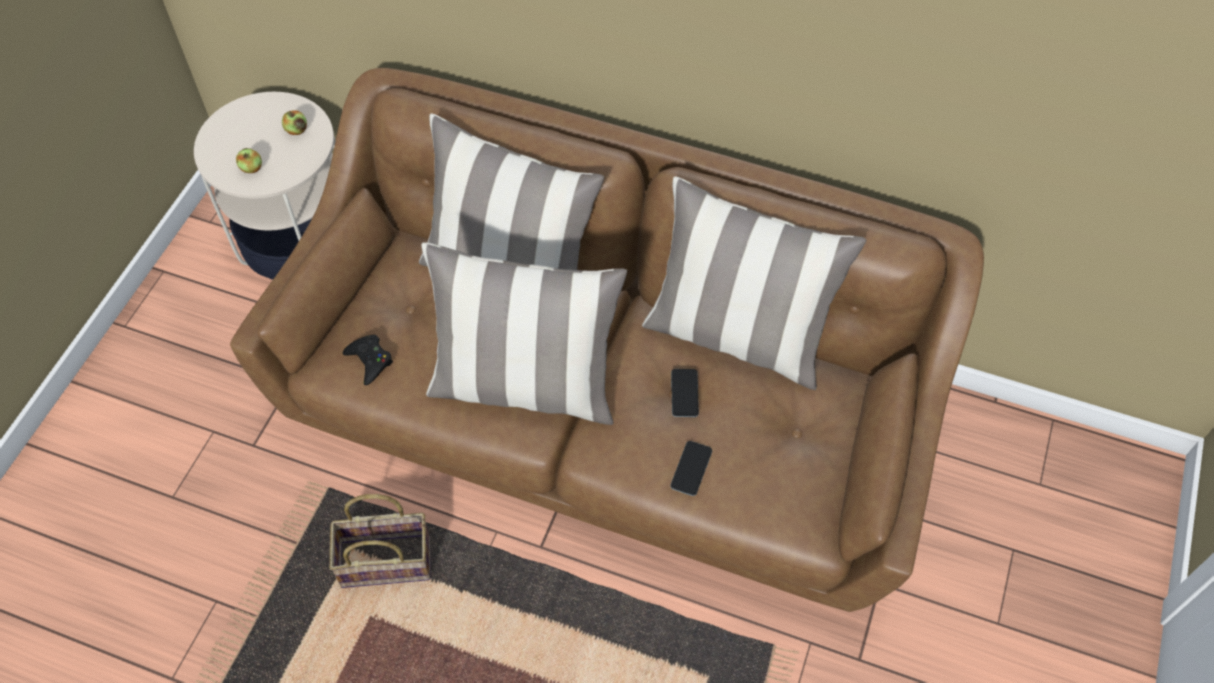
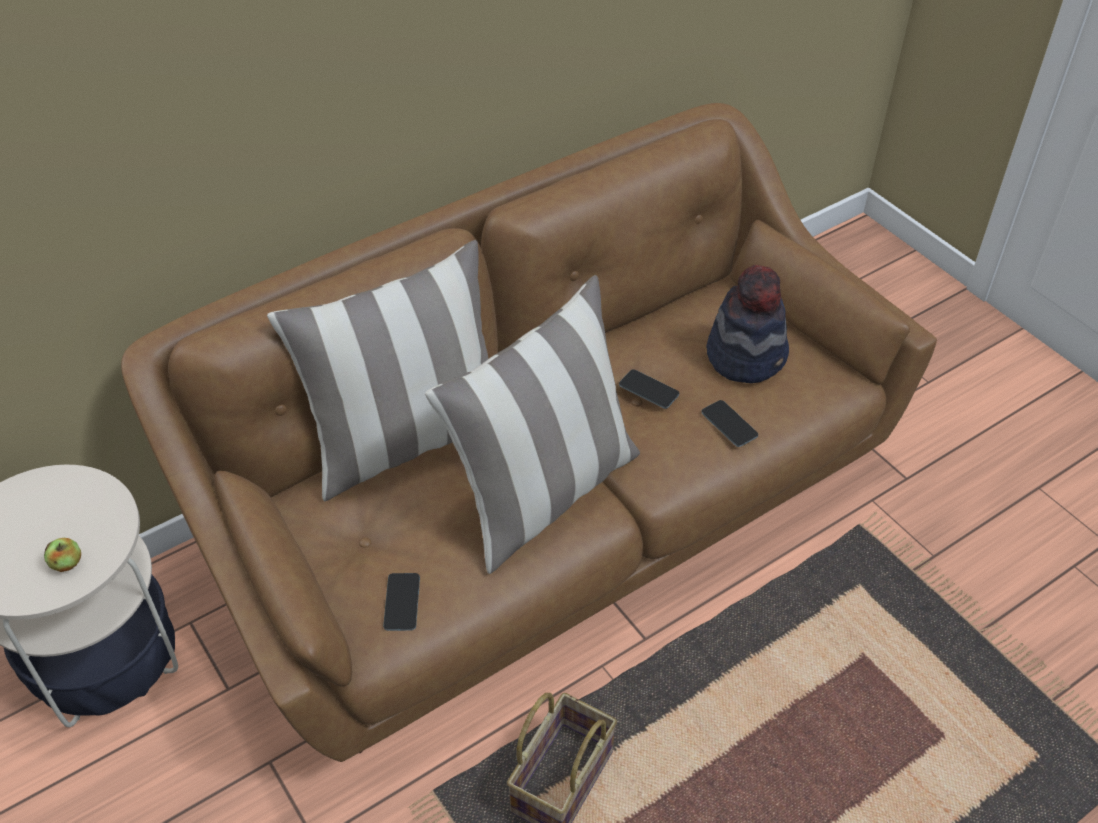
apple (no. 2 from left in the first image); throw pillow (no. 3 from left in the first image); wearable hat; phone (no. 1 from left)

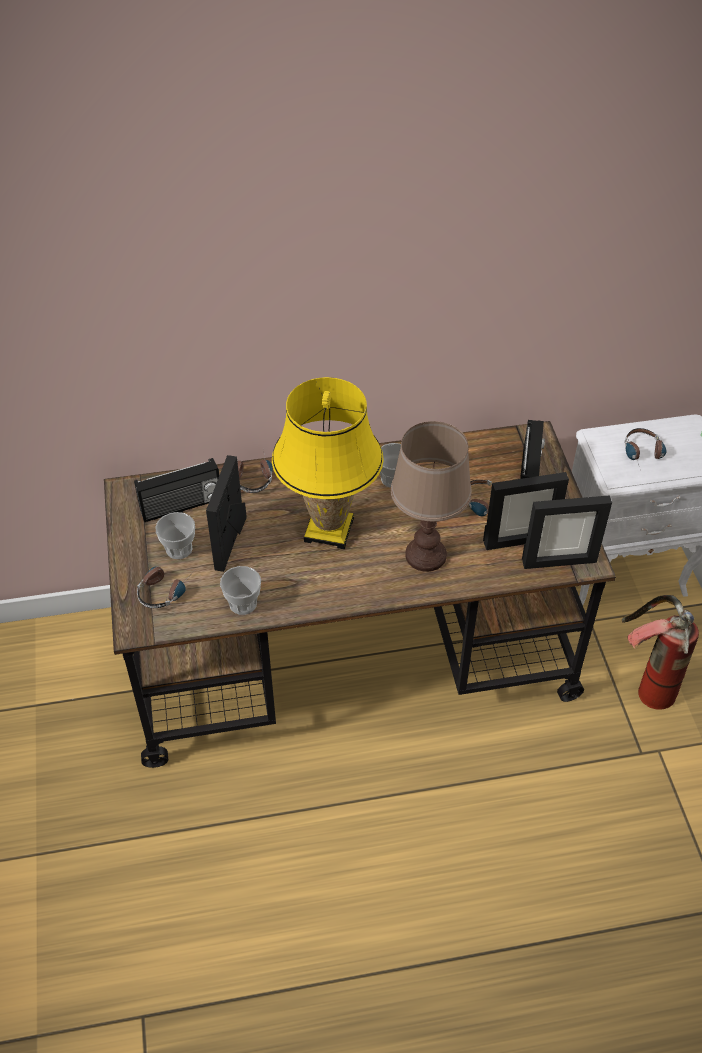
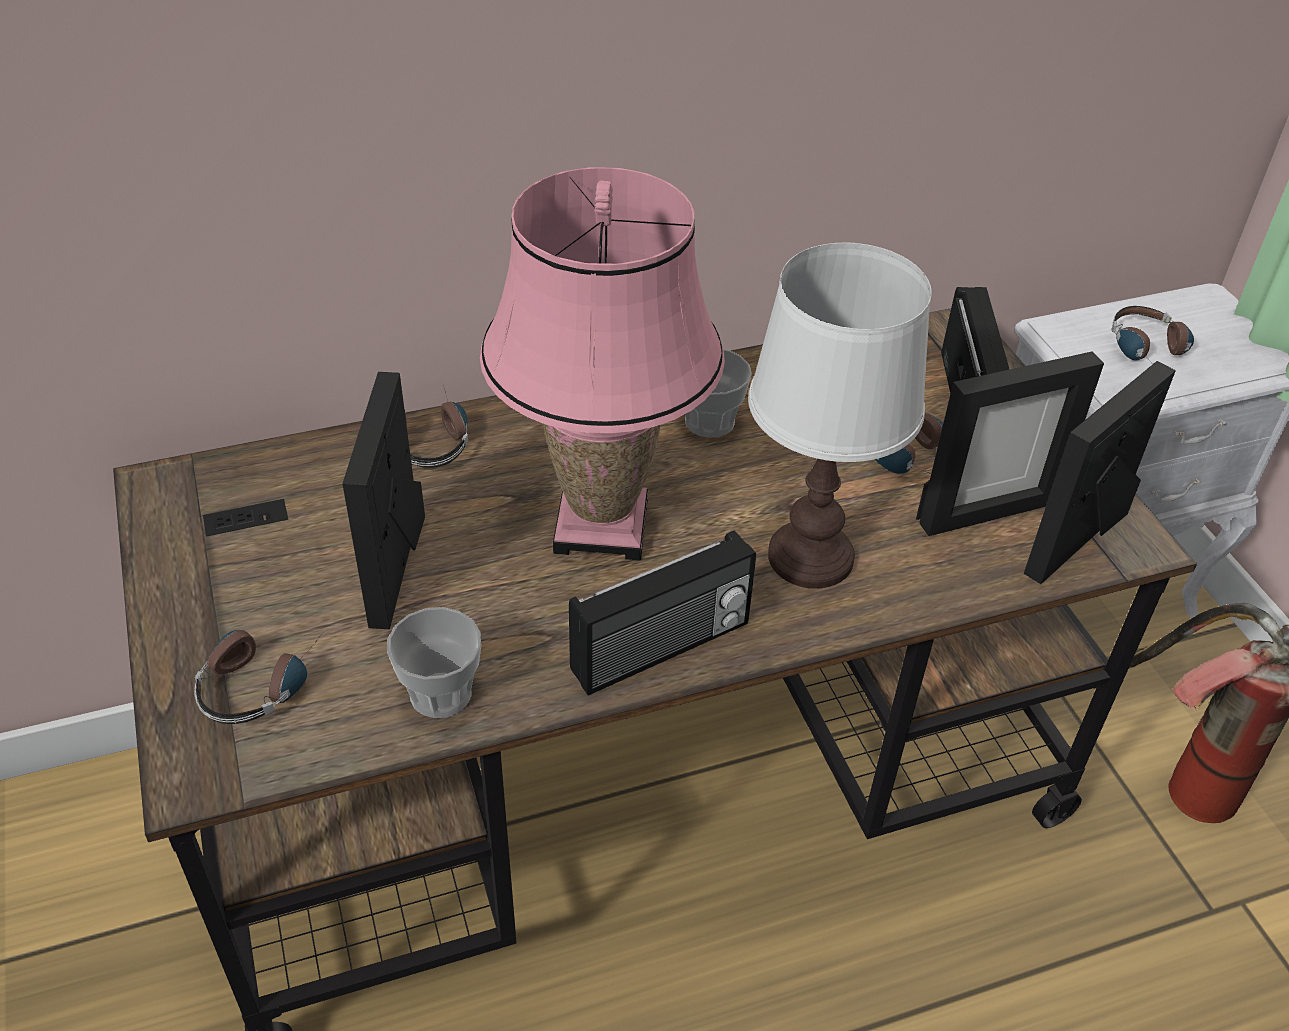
cup (no. 1 from left in the first image); radio receiver (no. 1 from left); pink tabletop lamp; white-coloured tabletop lamp; photo frame (no. 3 from left)

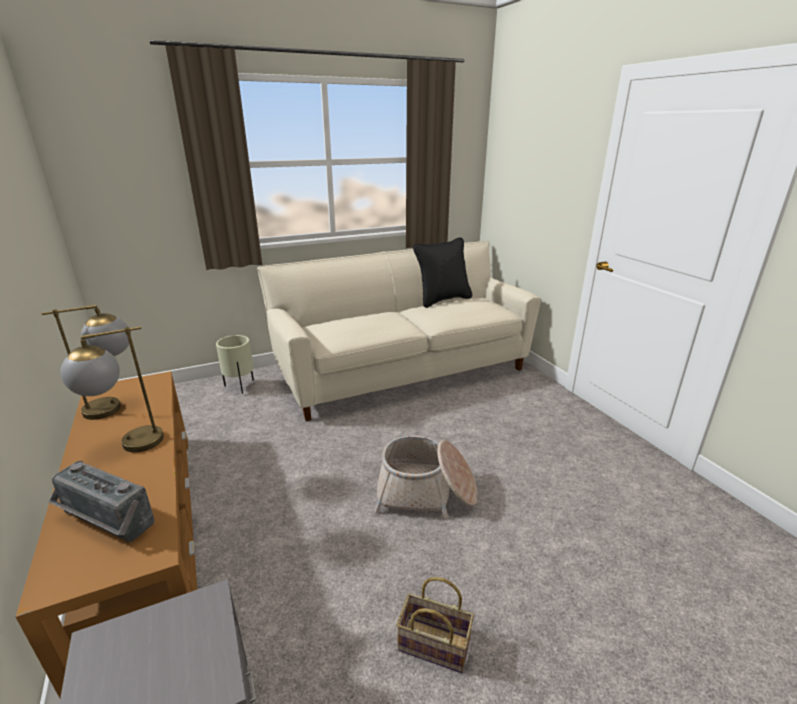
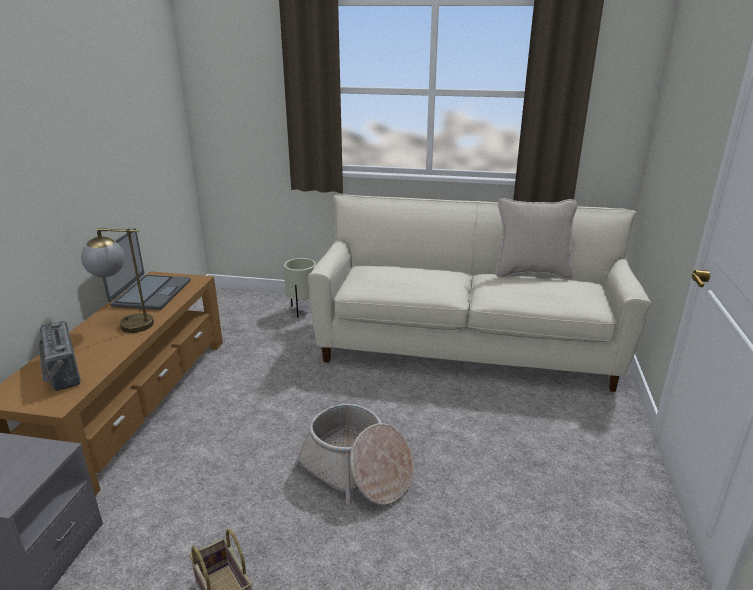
portable computer; sand-coloured throw pillow

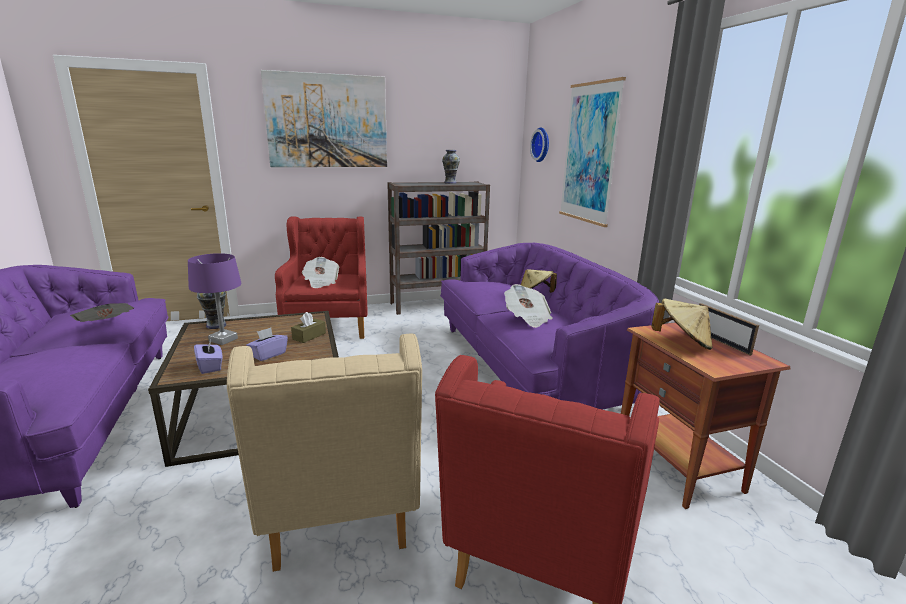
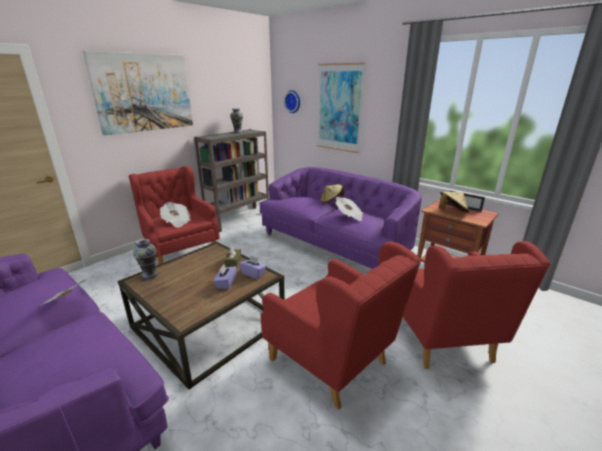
purple tabletop lamp; purple box of tissues (no. 2 from left); reddish lounge chair (no. 2 from left)

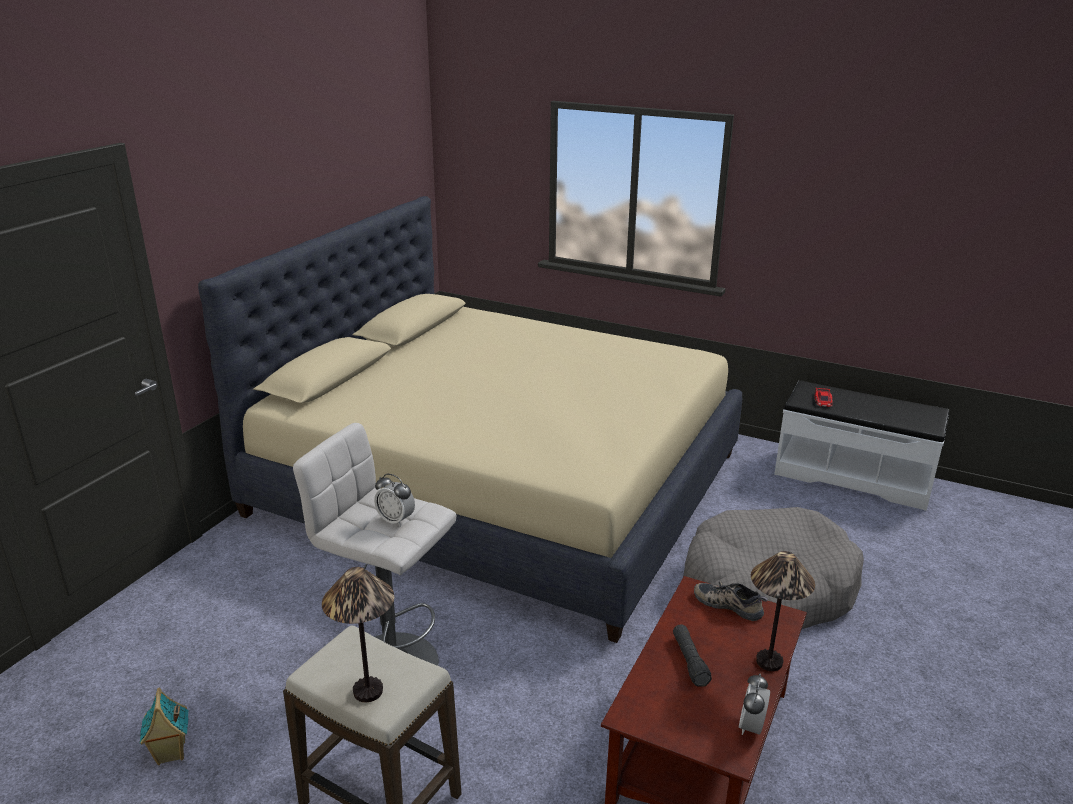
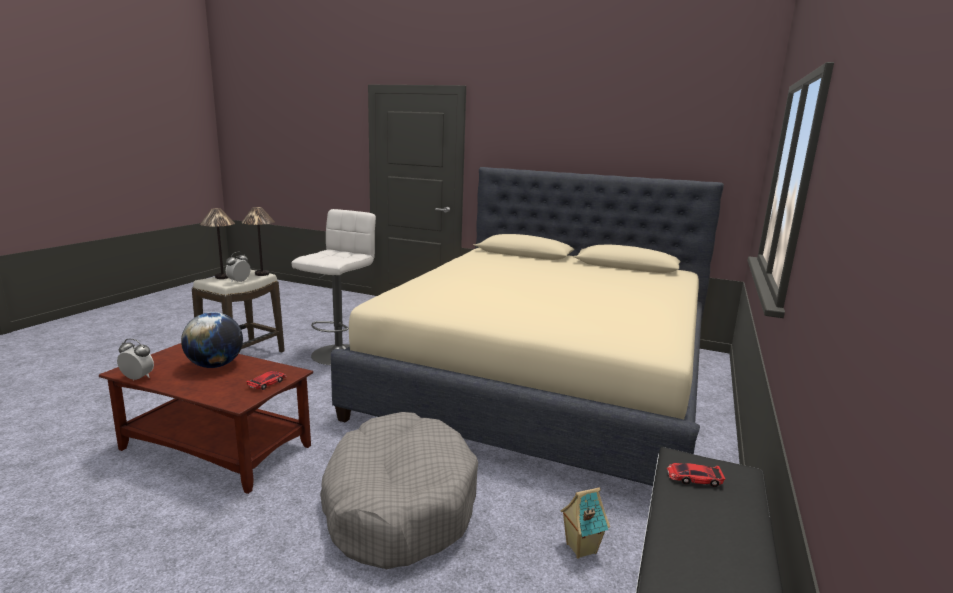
toy house; alarm clock (no. 2 from left); tabletop lamp (no. 2 from left); globe; toy car (no. 1 from left)

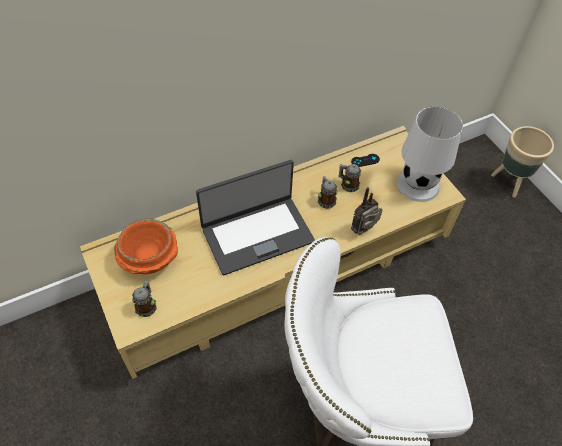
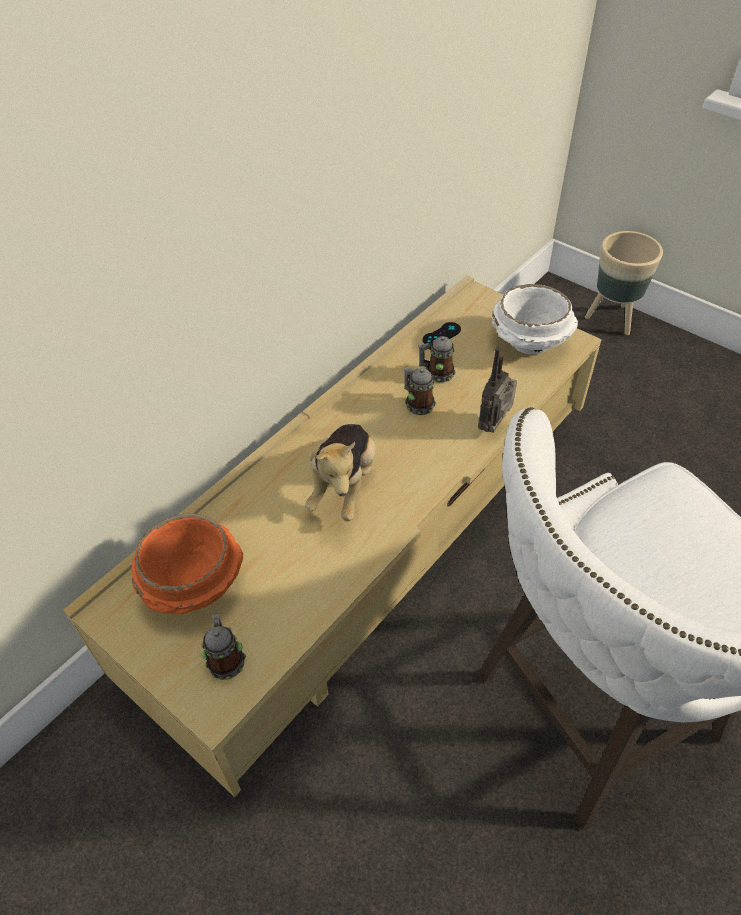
soft toy; white-coloured deep dish

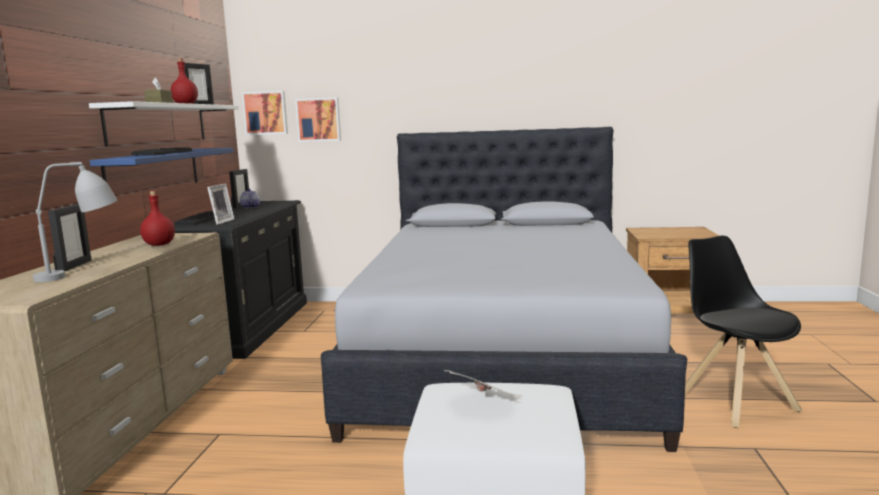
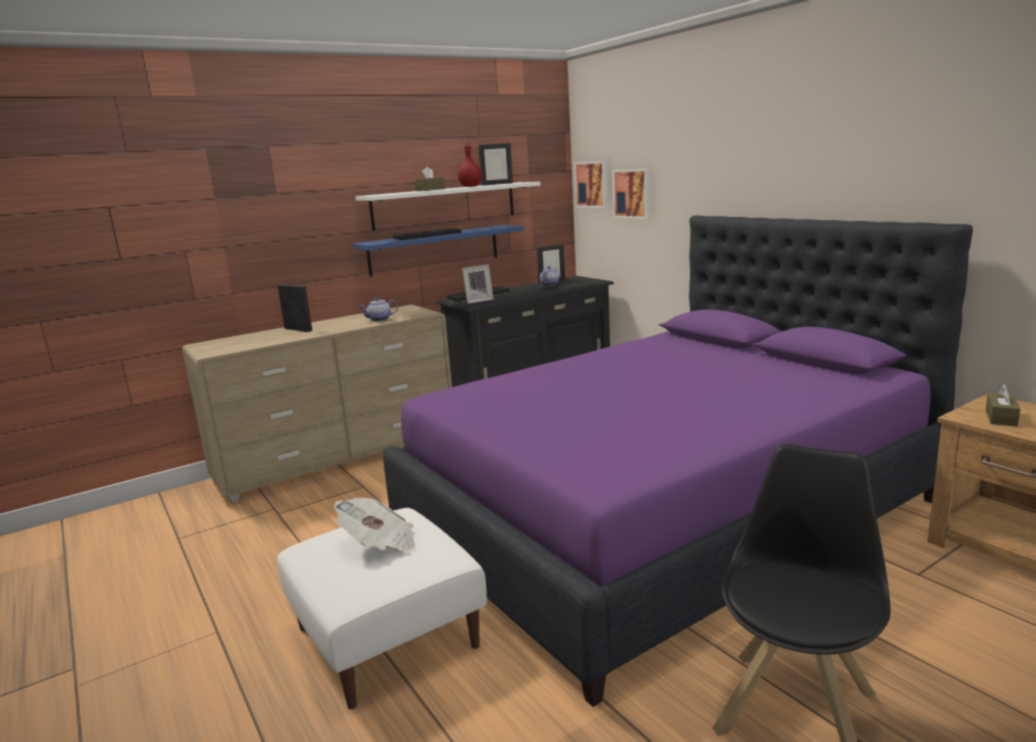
gray tabletop lamp; brown-coloured box of tissues (no. 2 from left); teapot (no. 1 from left); purple bedroom bed; photo frame (no. 1 from left)

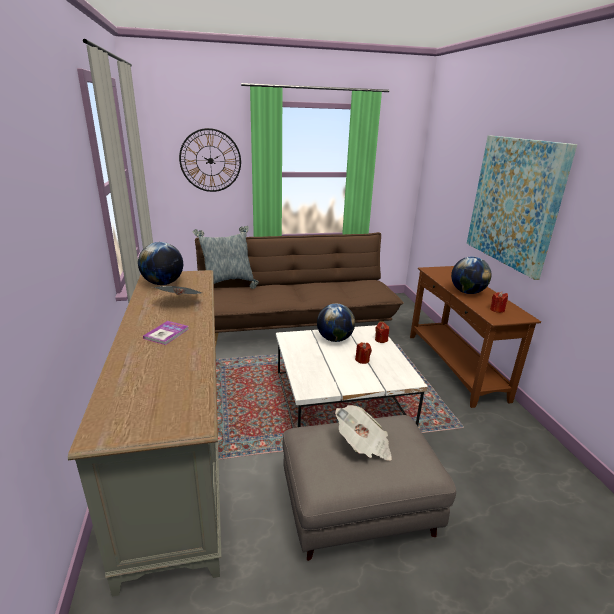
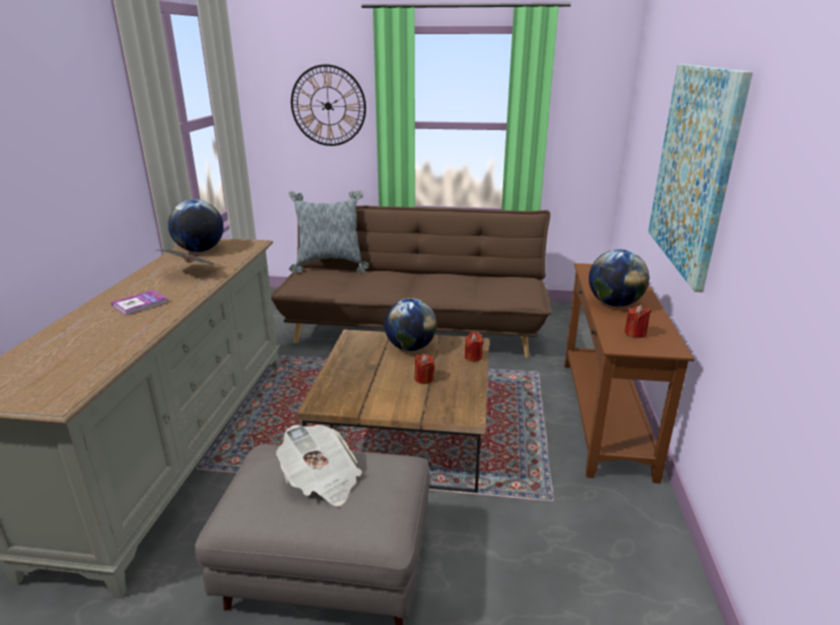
brown-coloured coffee table

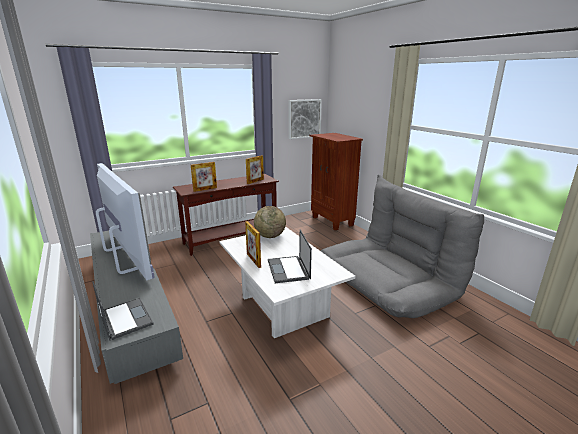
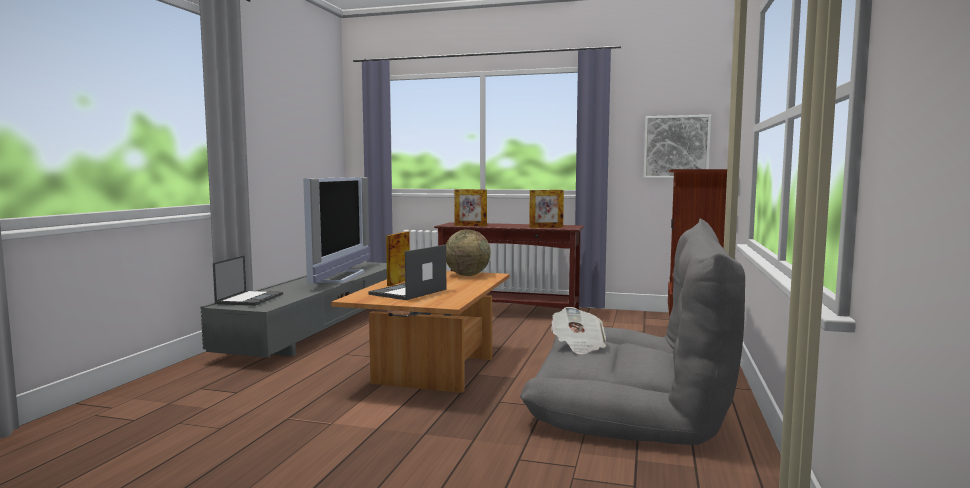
daily paper; brown-coloured coffee table

